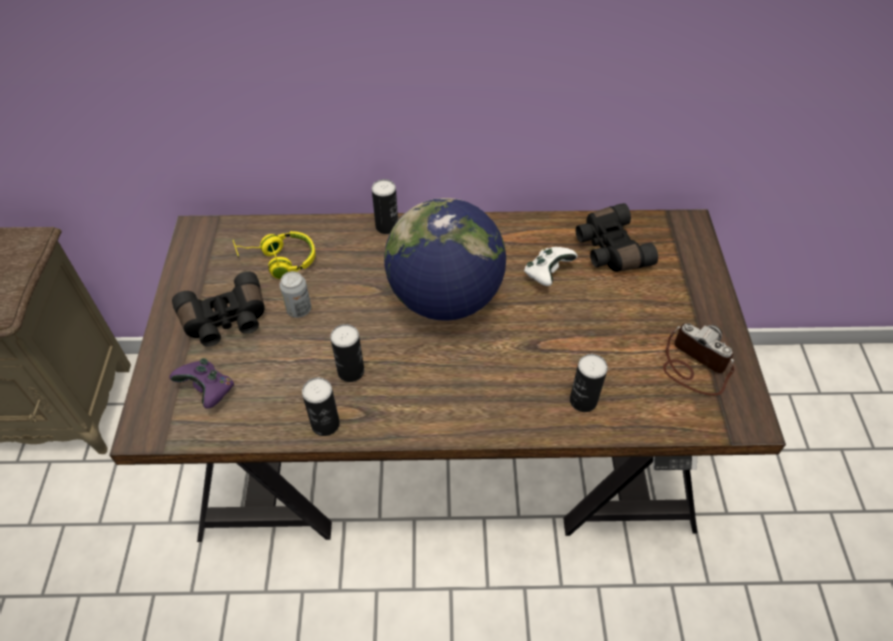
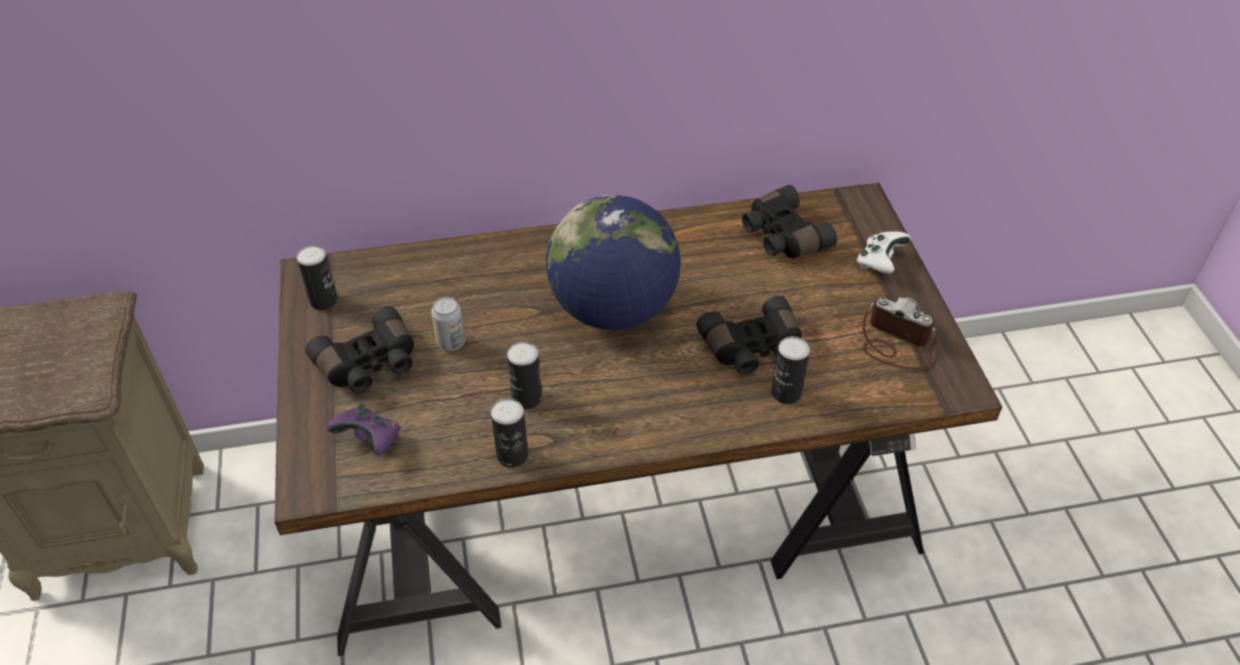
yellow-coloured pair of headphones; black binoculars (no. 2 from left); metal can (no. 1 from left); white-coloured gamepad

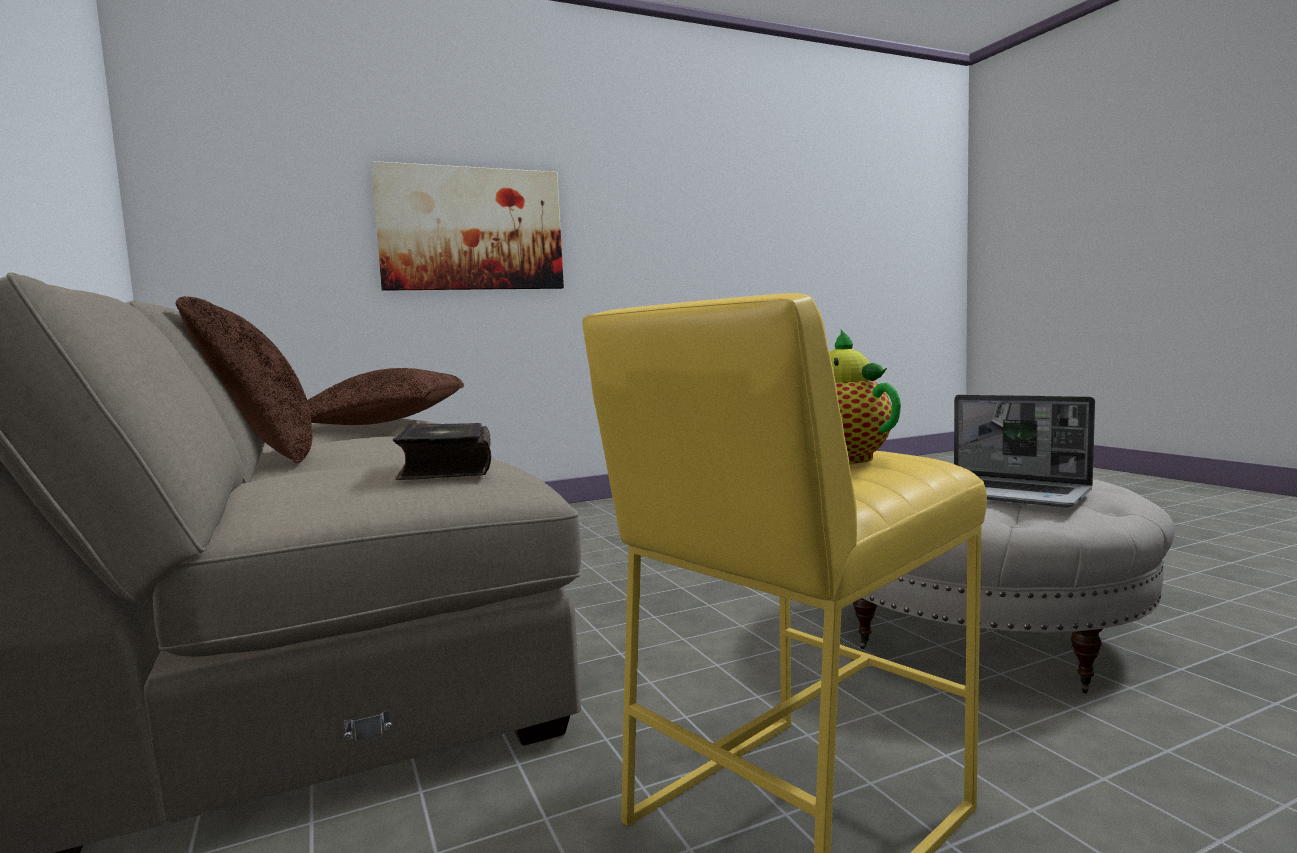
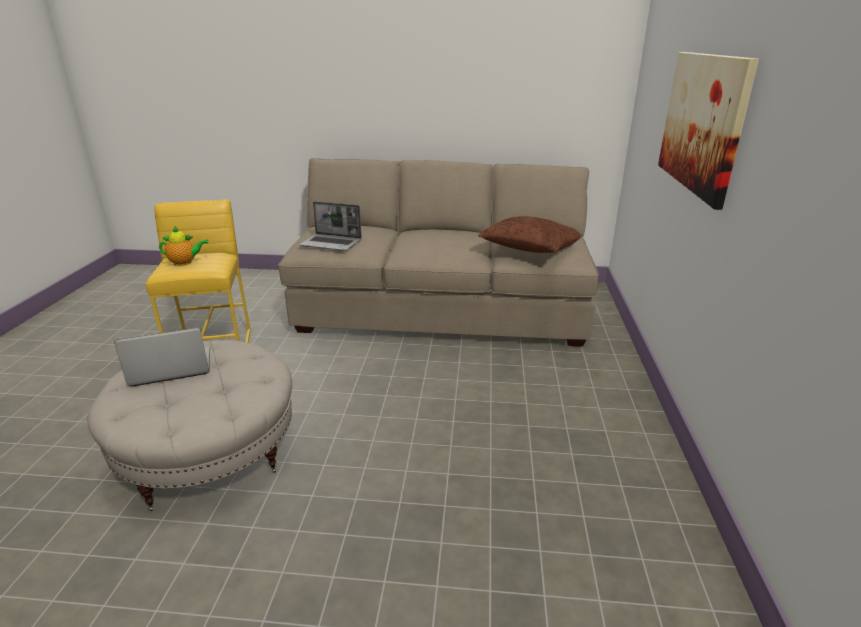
brown-coloured throw pillow (no. 1 from left in the first image); portable computer (no. 2 from left)

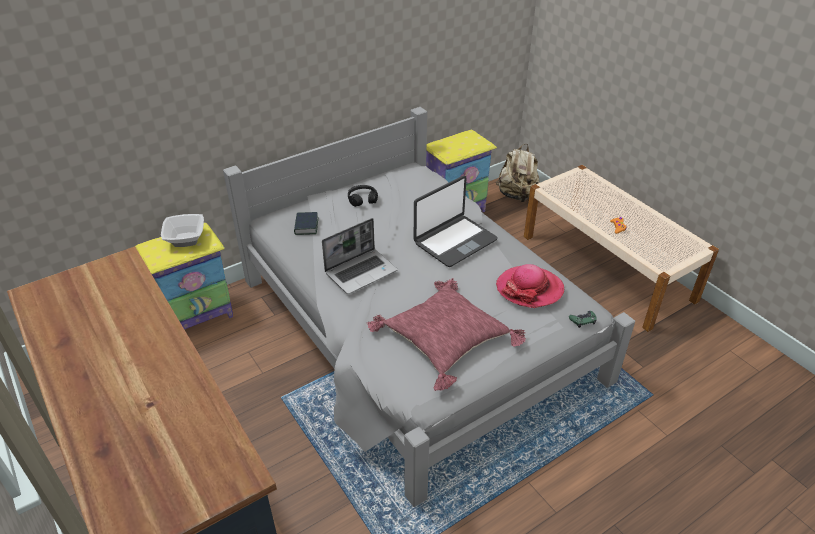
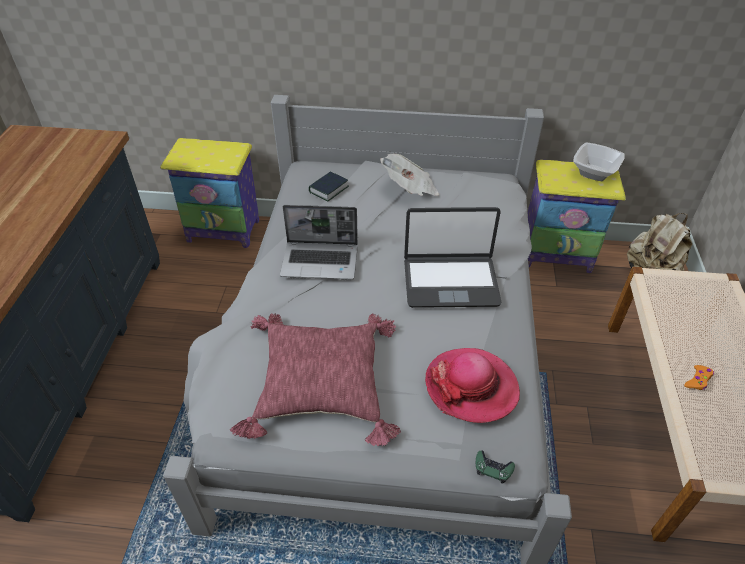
deep dish; daily paper

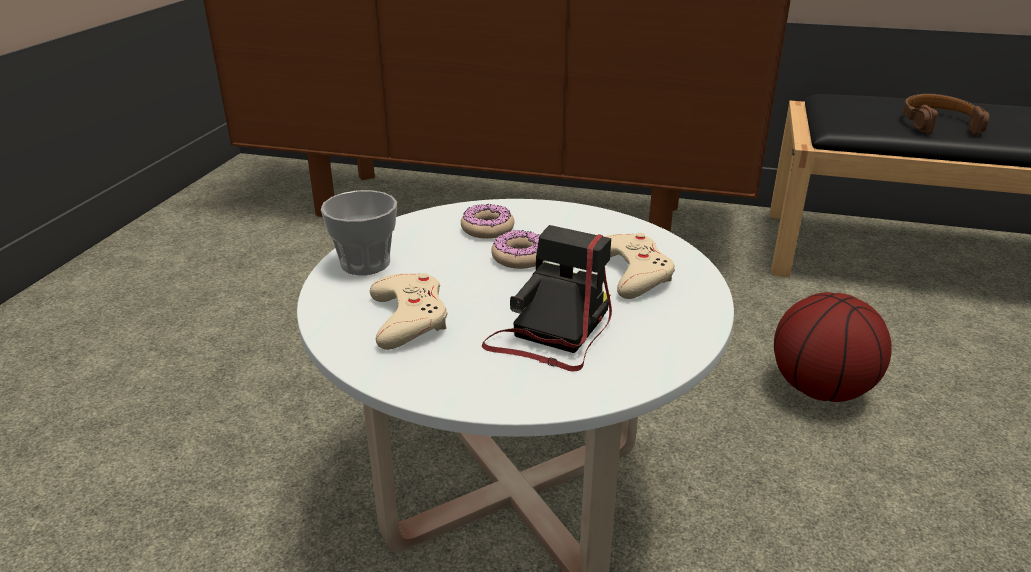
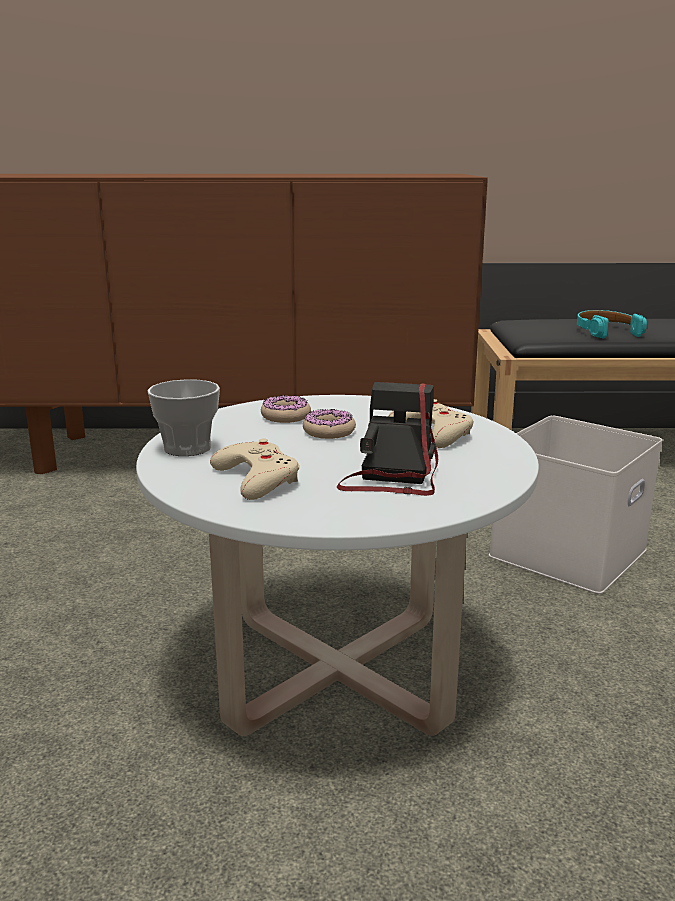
white-coloured storage container; blue-green pair of headphones

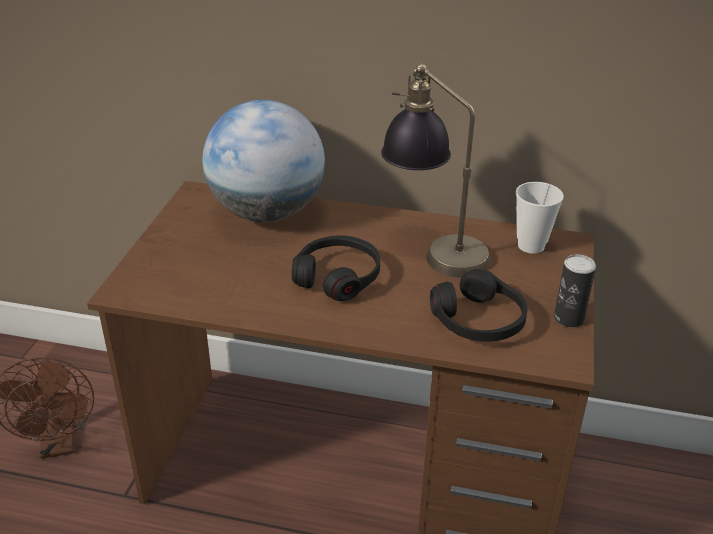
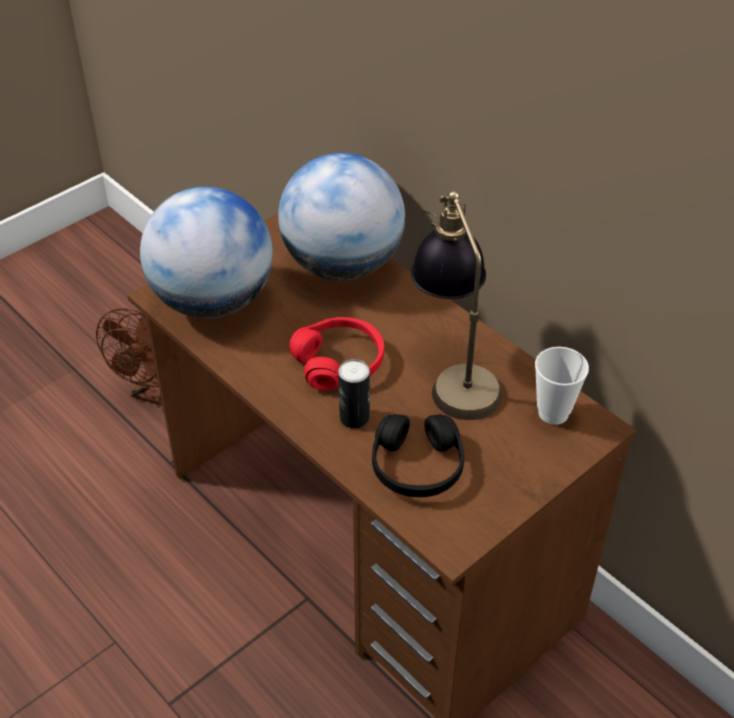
globe (no. 1 from left); metal can; reddish pair of headphones

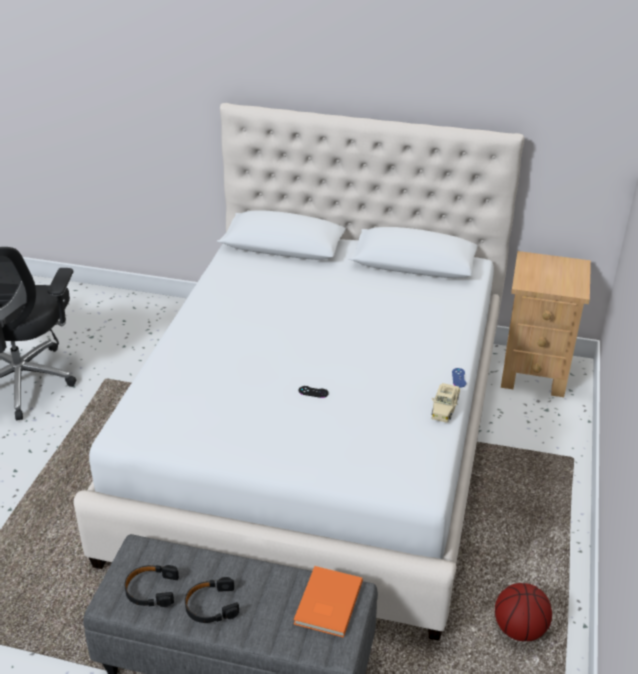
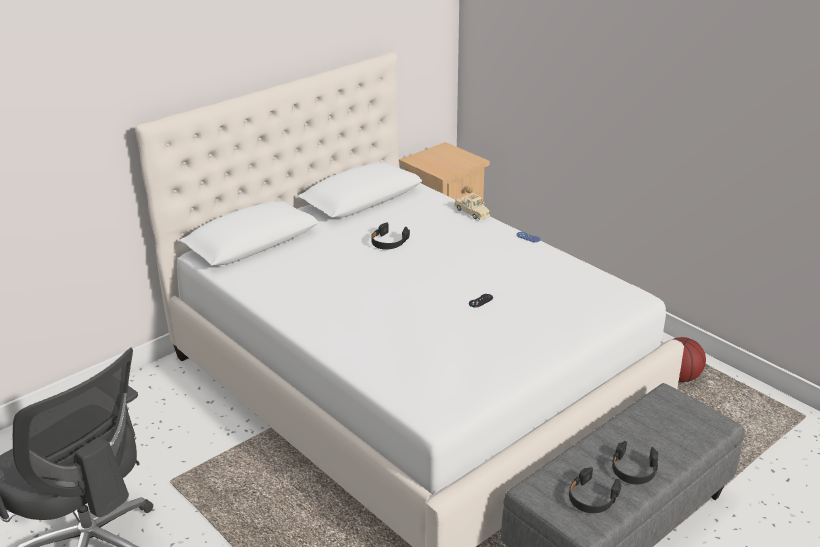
orange-coloured bound book; black pair of headphones (no. 1 from left); sand-coloured toy car

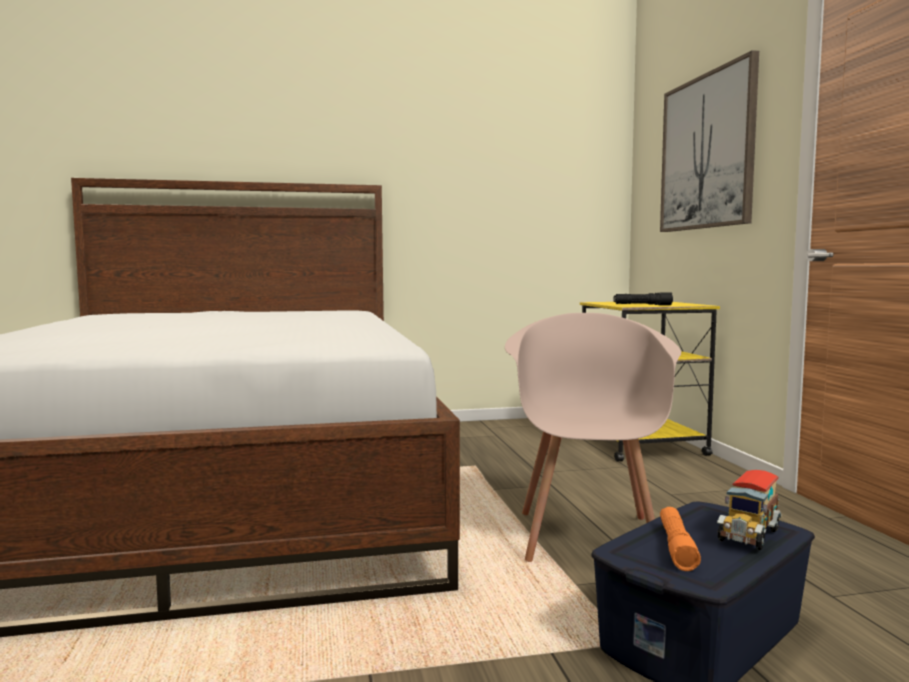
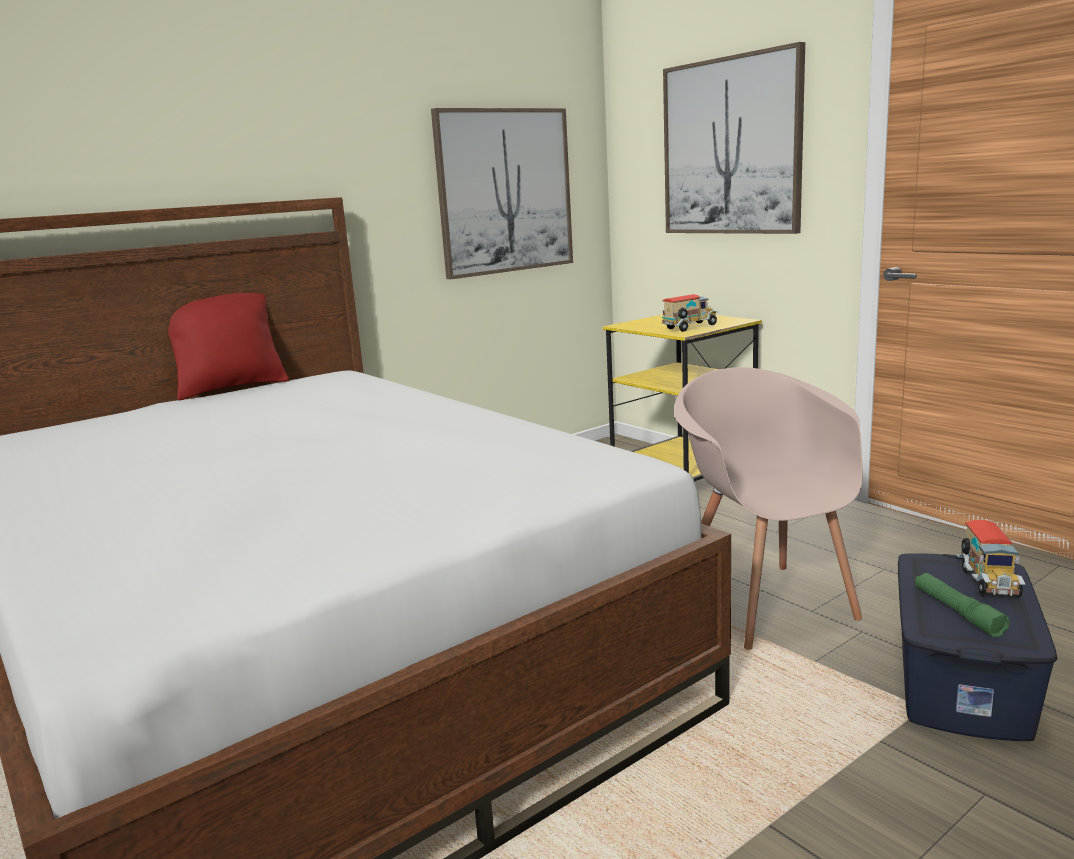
reddish throw pillow; wall art (no. 1 from left); toy truck (no. 1 from left); greenish torch

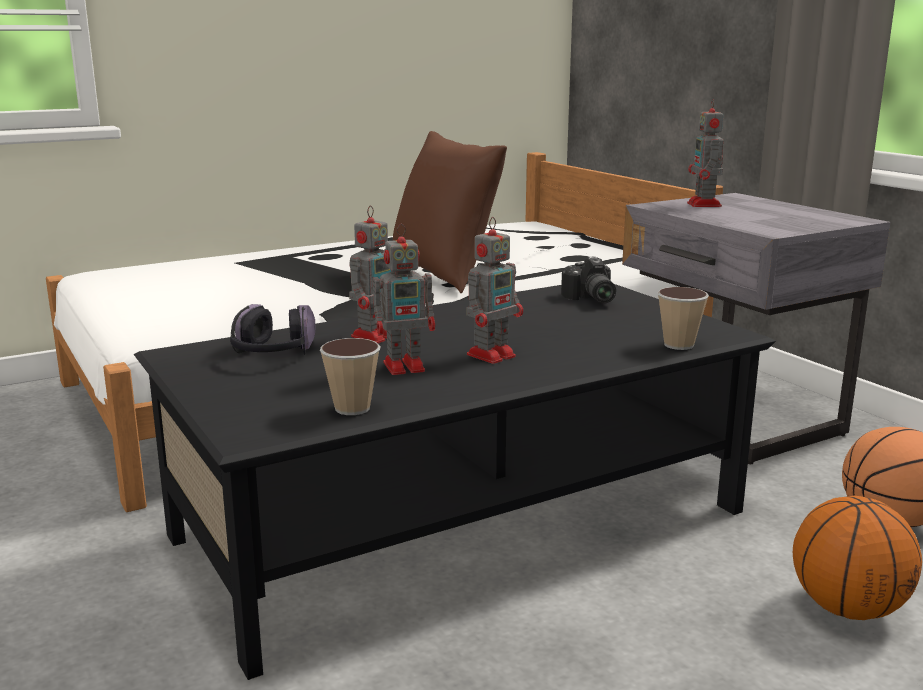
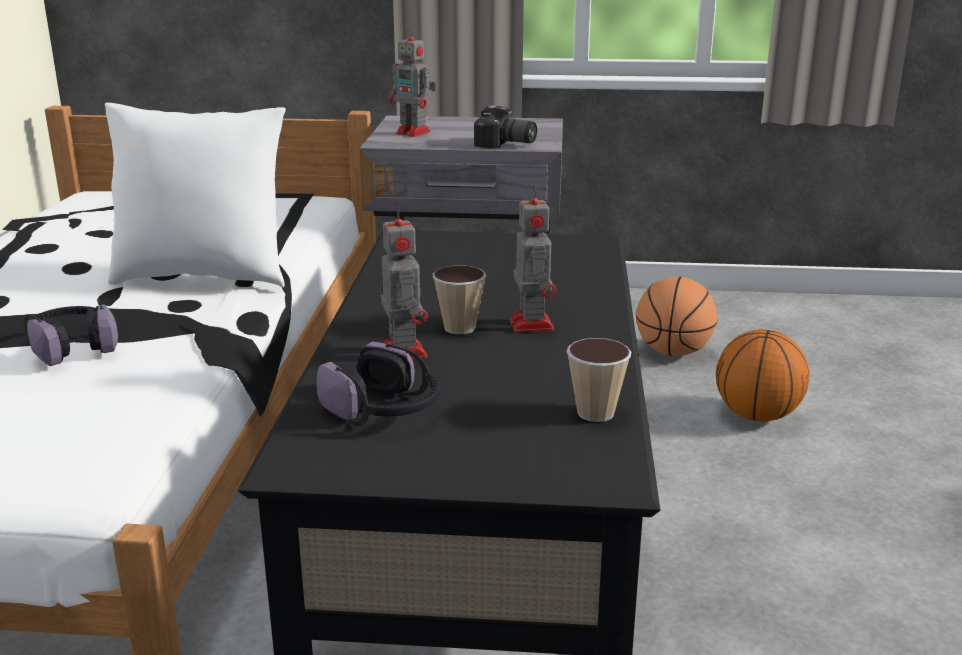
robot figure (no. 2 from left in the first image); pair of headphones (no. 1 from left); still camera; cup (no. 1 from left); white-coloured throw pillow

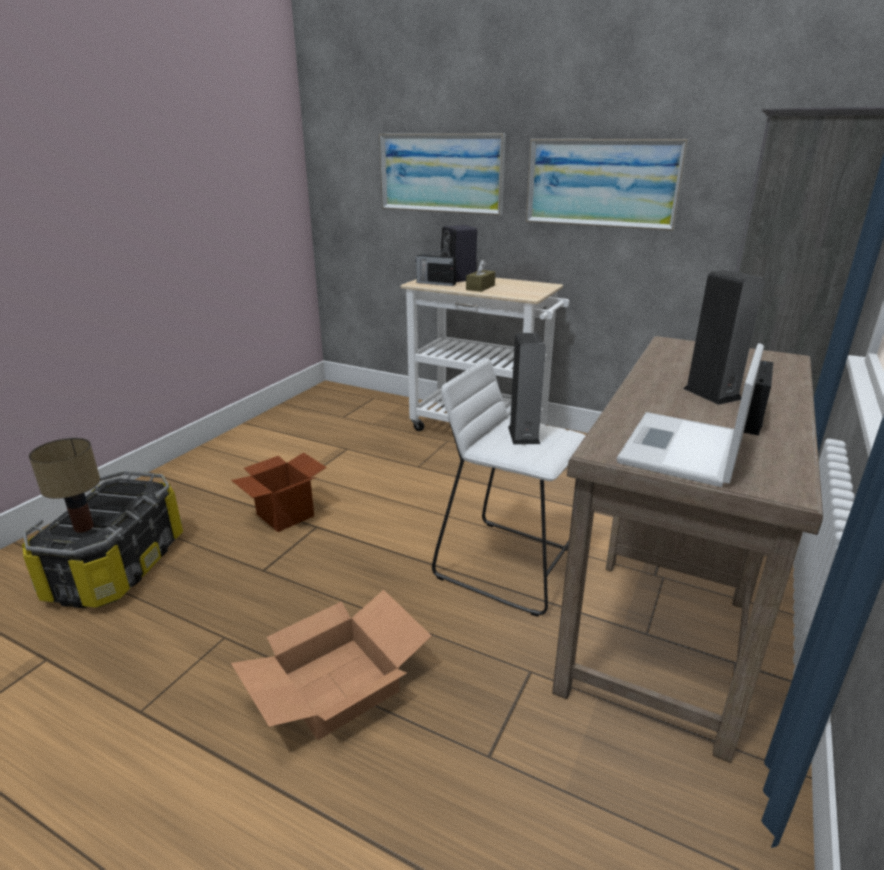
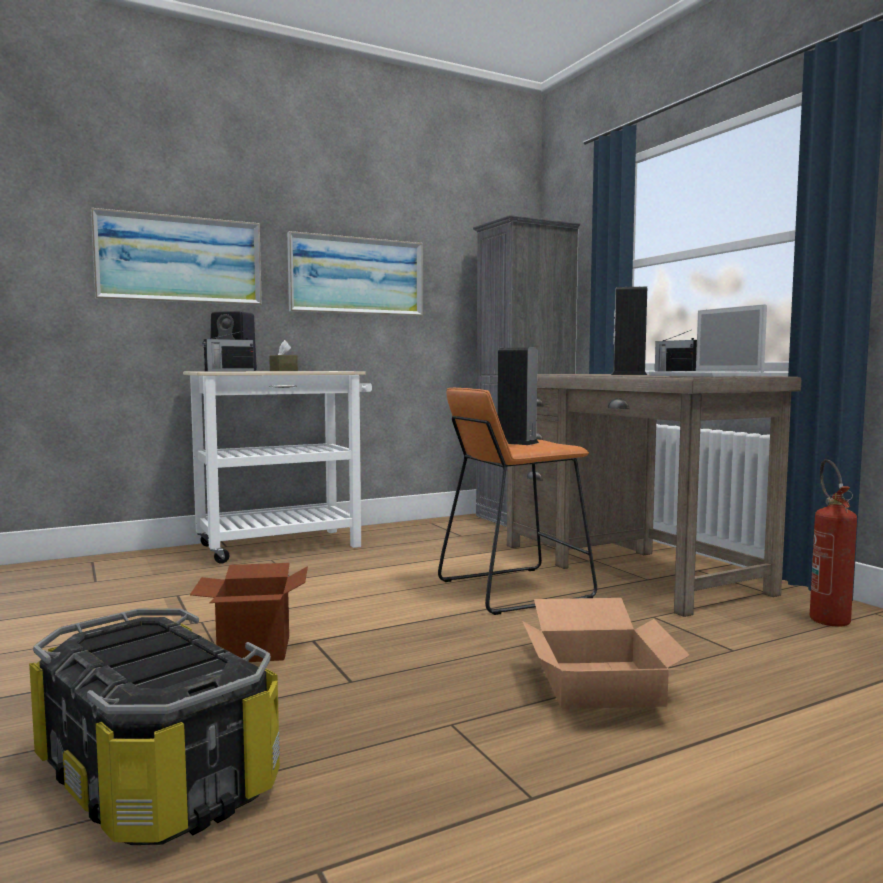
tabletop lamp; fire extinguisher; orange-coloured sitting stool

